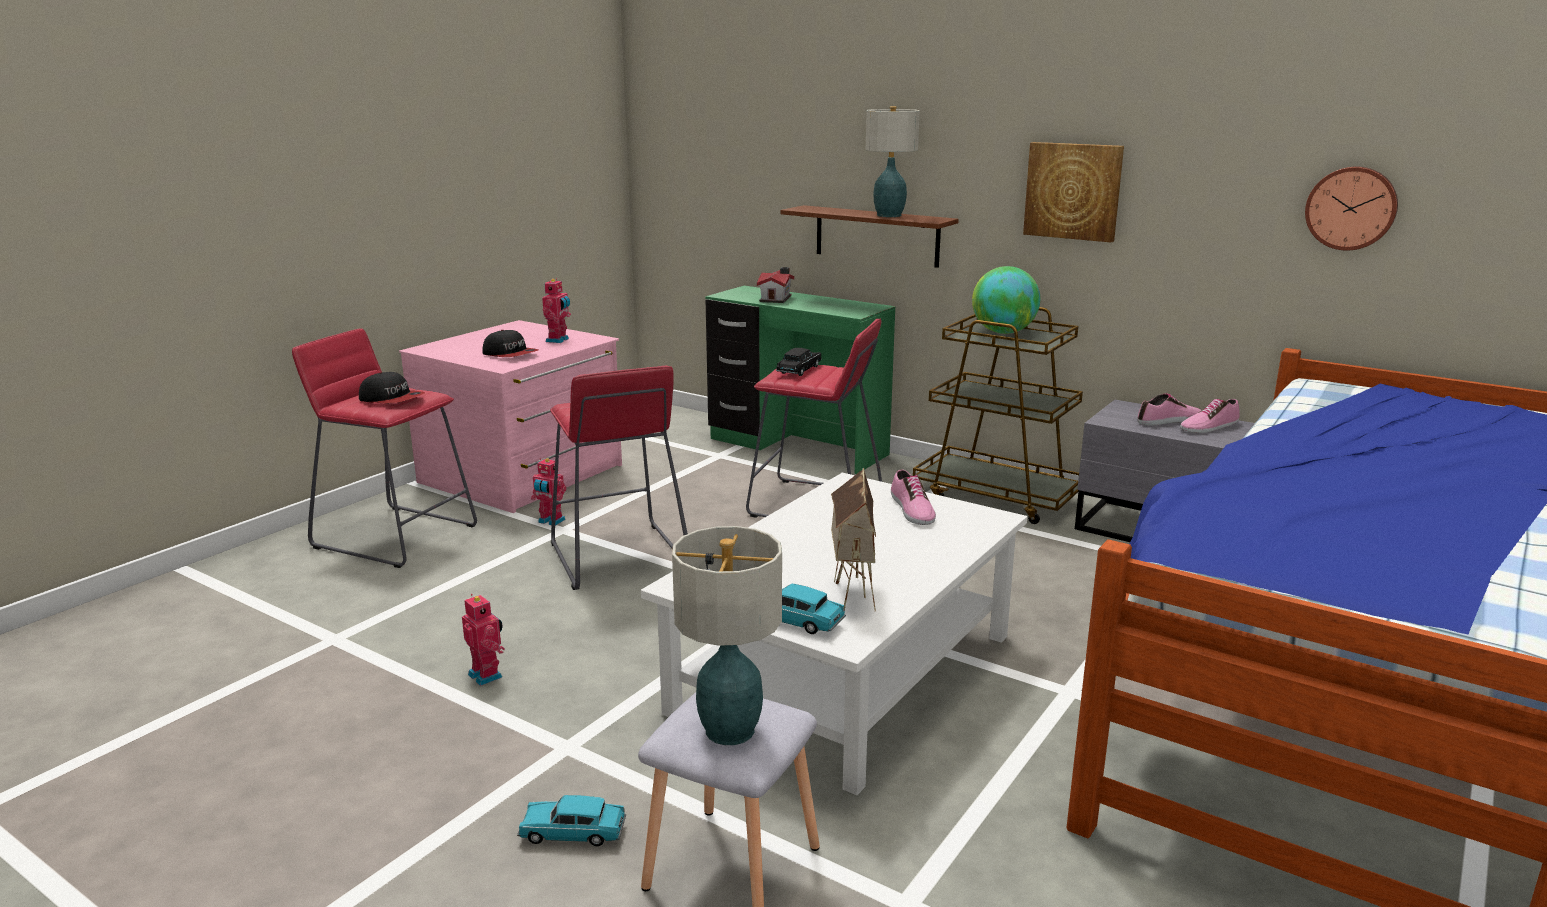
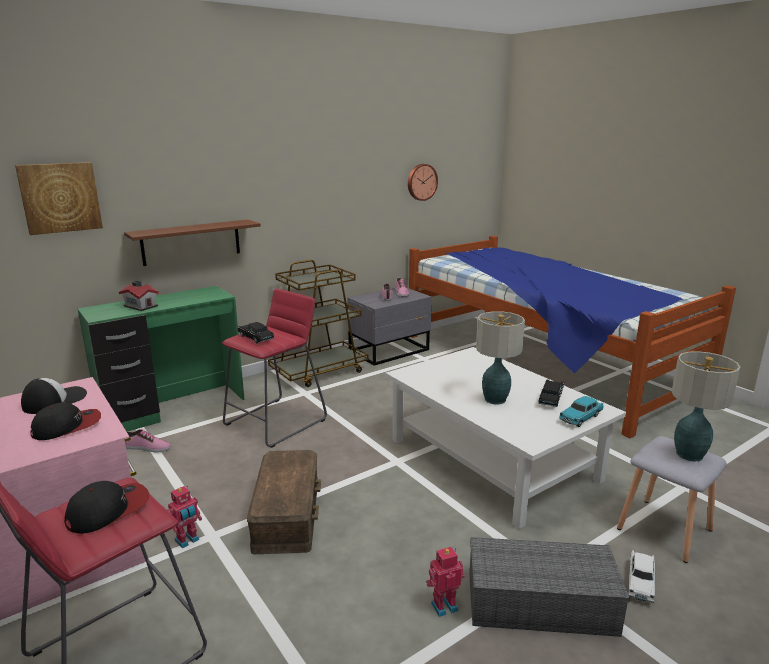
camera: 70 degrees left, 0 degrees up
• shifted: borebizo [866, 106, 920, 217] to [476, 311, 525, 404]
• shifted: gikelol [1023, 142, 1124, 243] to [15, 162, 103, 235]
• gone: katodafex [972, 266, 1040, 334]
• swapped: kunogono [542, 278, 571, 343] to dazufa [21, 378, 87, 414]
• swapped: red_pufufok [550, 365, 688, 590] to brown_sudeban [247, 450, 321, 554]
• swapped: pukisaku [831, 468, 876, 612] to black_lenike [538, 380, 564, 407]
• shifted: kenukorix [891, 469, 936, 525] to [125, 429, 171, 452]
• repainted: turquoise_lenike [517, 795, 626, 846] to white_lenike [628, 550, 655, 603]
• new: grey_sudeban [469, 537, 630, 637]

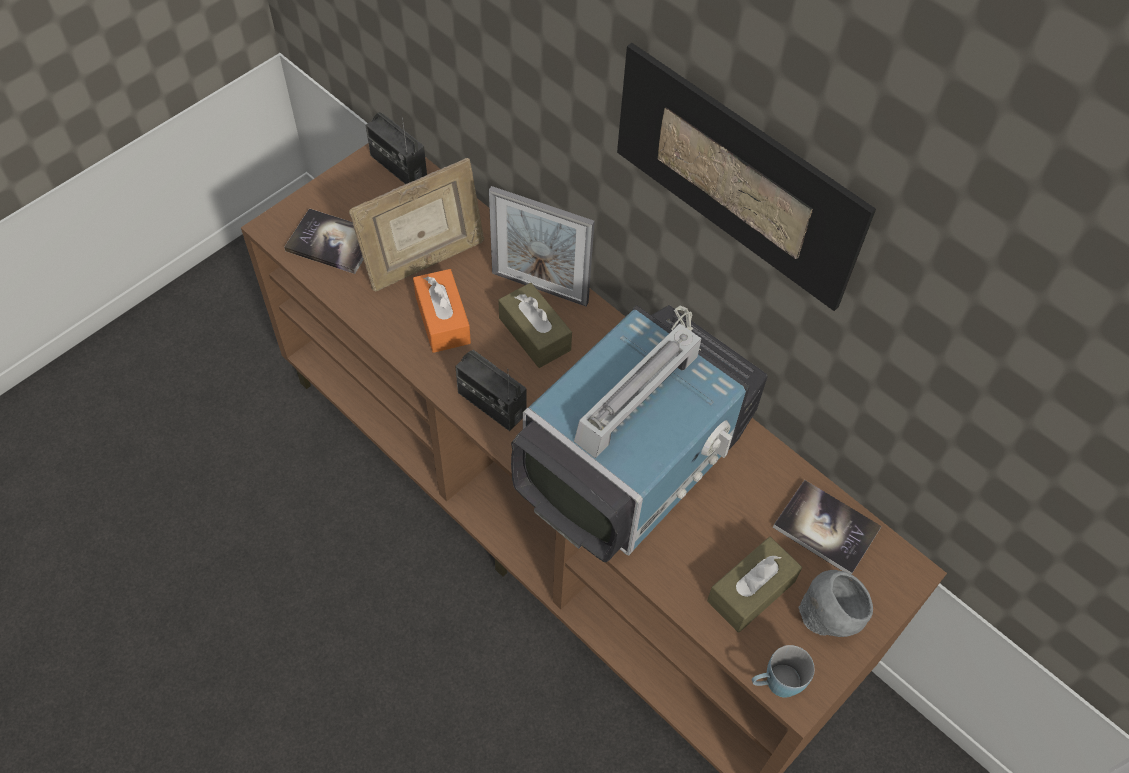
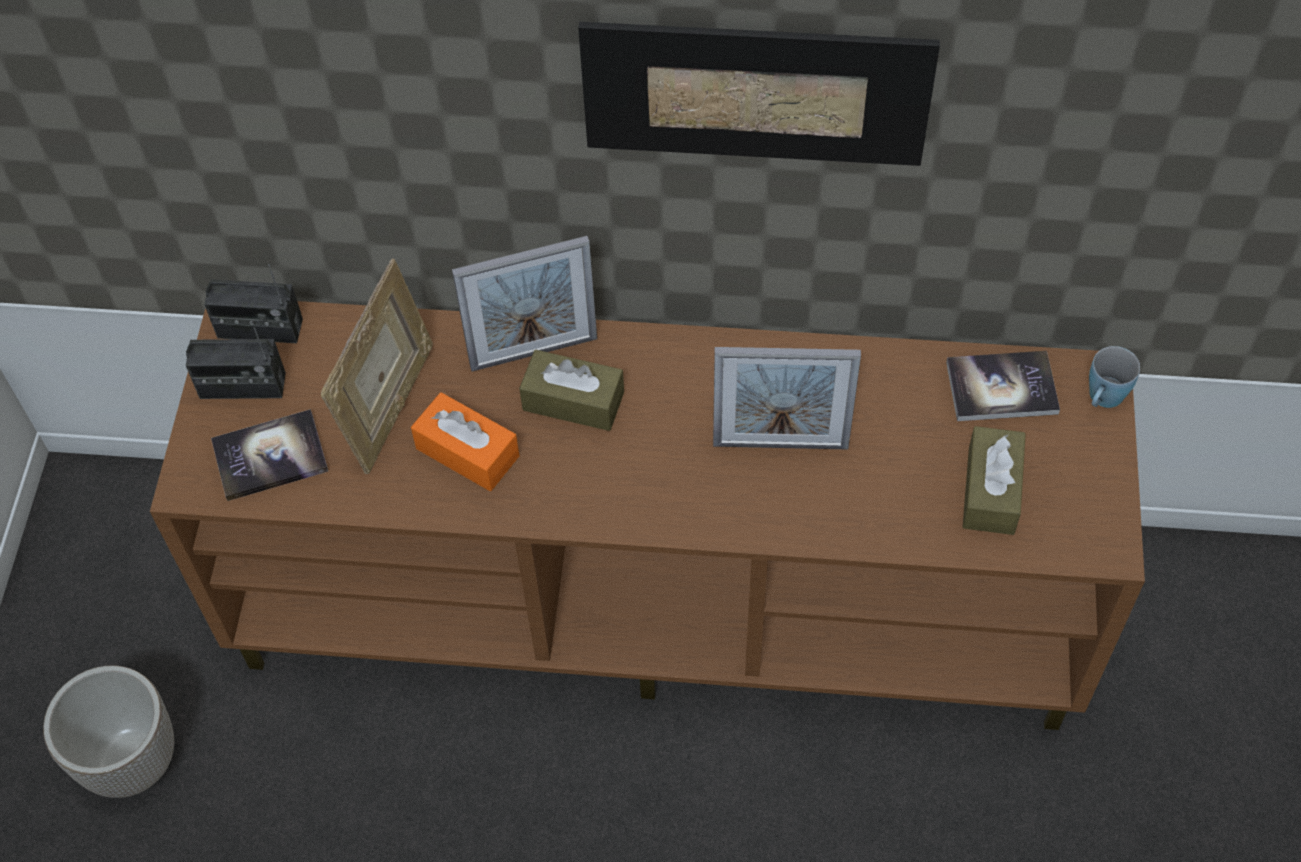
camera: 35 degrees left, 0 degrees up
• swapped: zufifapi [511, 305, 768, 562] to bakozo [713, 347, 861, 450]
• shifted: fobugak [455, 350, 527, 431] to [186, 321, 286, 399]
• gone: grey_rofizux [798, 570, 873, 637]
• shifted: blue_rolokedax [752, 645, 815, 698] to [1089, 346, 1140, 408]
• new: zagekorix [43, 665, 174, 798]

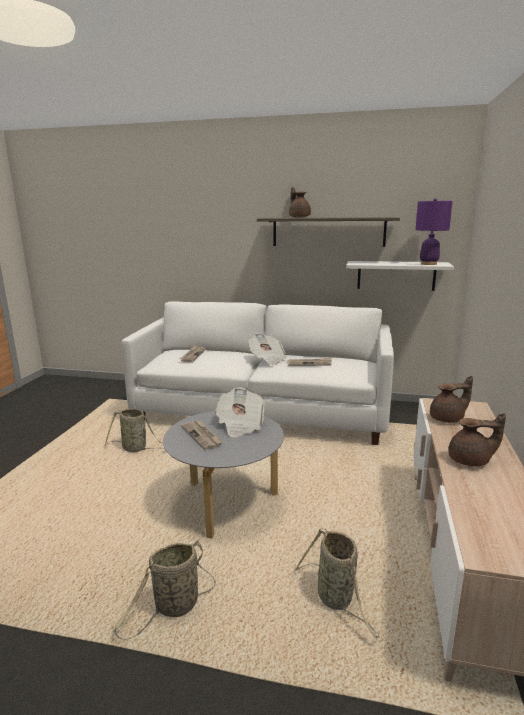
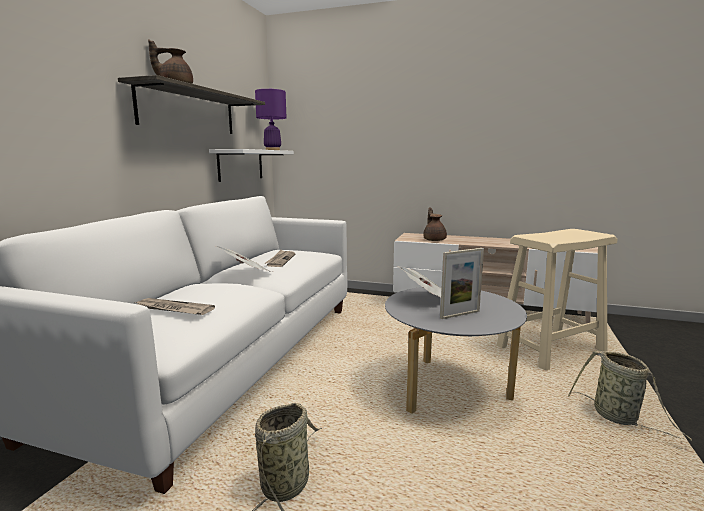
camera: 85 degrees left, 5 degrees down
• gone: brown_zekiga [448, 413, 506, 466]
• swapped: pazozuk [181, 420, 223, 450] to bakozo [440, 248, 484, 319]
• swapped: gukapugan [294, 529, 380, 639] to beige_pufufok [497, 229, 618, 371]

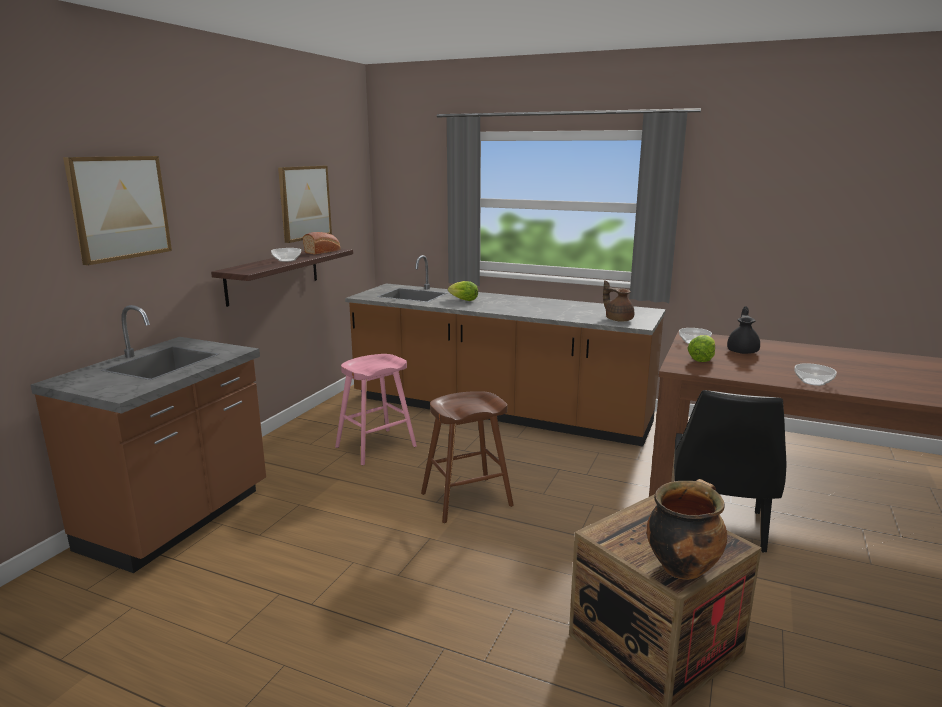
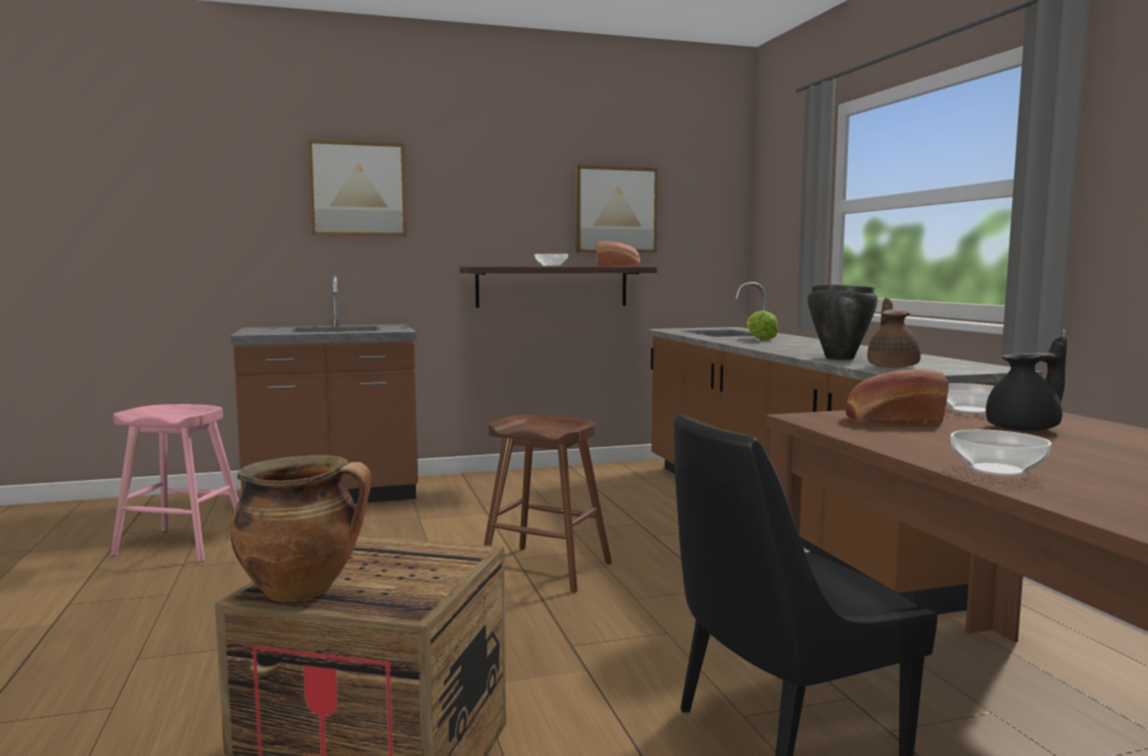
camera: 50 degrees right, 10 degrees down
• swapped: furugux [687, 335, 715, 362] to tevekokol [845, 369, 949, 423]
• shifted: pink_pufufok [335, 354, 417, 465] to [111, 404, 239, 562]
• new: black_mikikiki [808, 285, 878, 360]

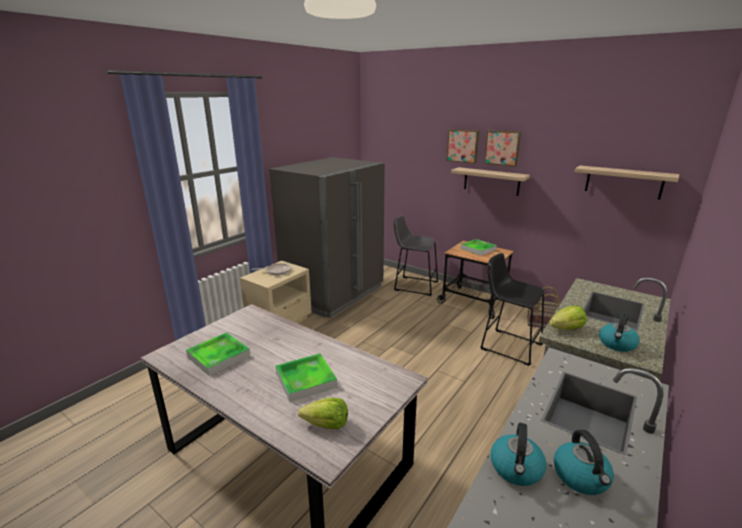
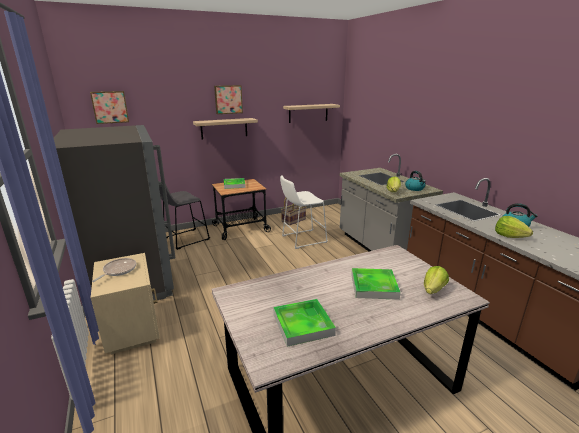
camera: 60 degrees left, 0 degrees up
• shifted: gikelol [446, 129, 479, 164] to [90, 91, 129, 124]
• repainted: black_pufufok [480, 253, 544, 366] to white_pufufok [280, 175, 328, 249]
• swapped: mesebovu [491, 423, 547, 486] to furugux [495, 216, 533, 238]

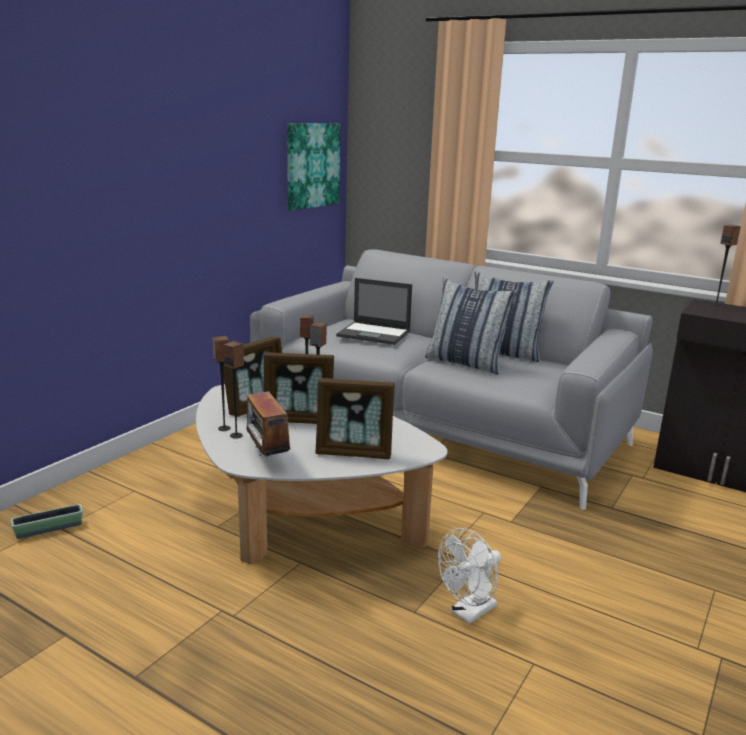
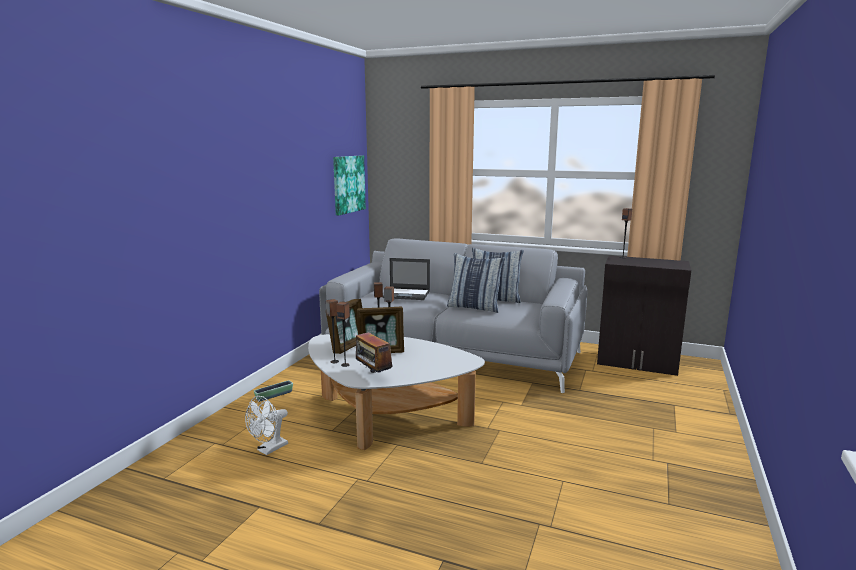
camera: 10 degrees left, 5 degrees down
• gone: bakozo [316, 378, 395, 459]
• shifted: zagekorix [11, 504, 83, 539] to [254, 380, 293, 402]
• shifted: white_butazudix [438, 528, 501, 624] to [245, 396, 288, 455]

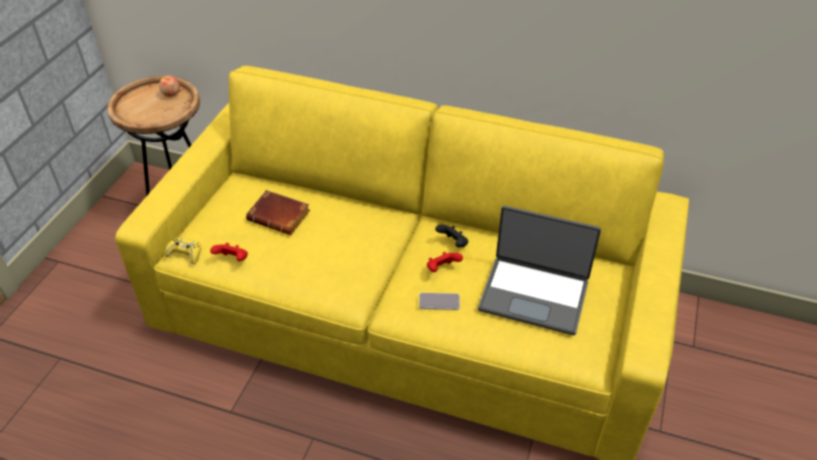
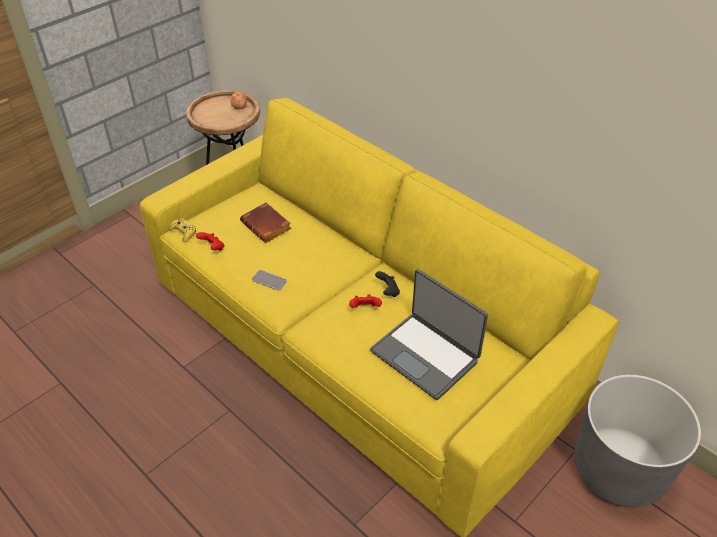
camera: 25 degrees right, 0 degrees up
• shifted: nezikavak [419, 293, 460, 310] to [252, 270, 287, 291]
• new: grey_zagekorix [575, 375, 701, 507]

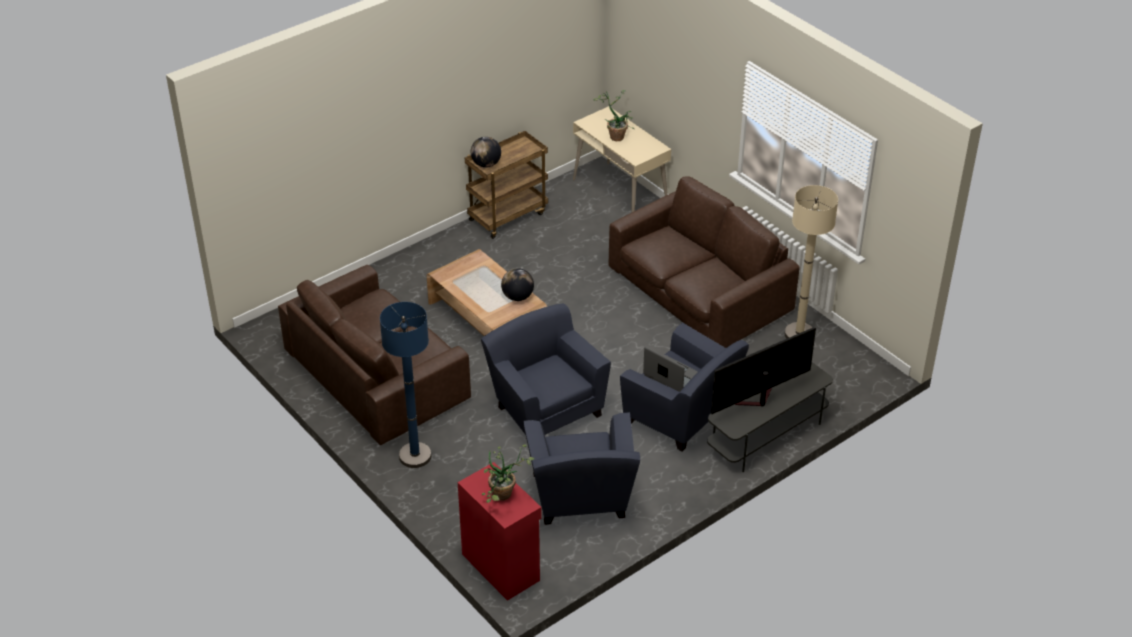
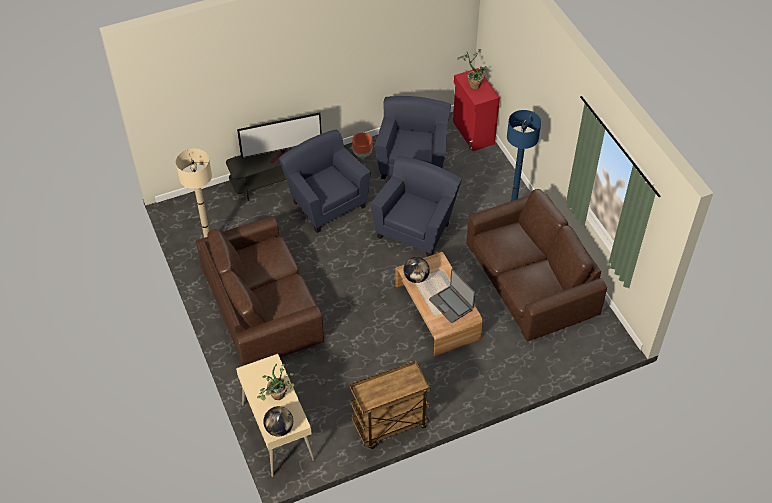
camera: 165 degrees left, 10 degrees up
• shifted: katodafex [471, 137, 501, 168] to [263, 406, 293, 436]
• rotated: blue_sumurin [481, 304, 611, 435] = [371, 156, 462, 257] 135 degrees counterclockwise
• shifted: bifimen [643, 347, 698, 392] to [429, 269, 475, 323]
• new: brown_zagekorix [352, 132, 372, 158]

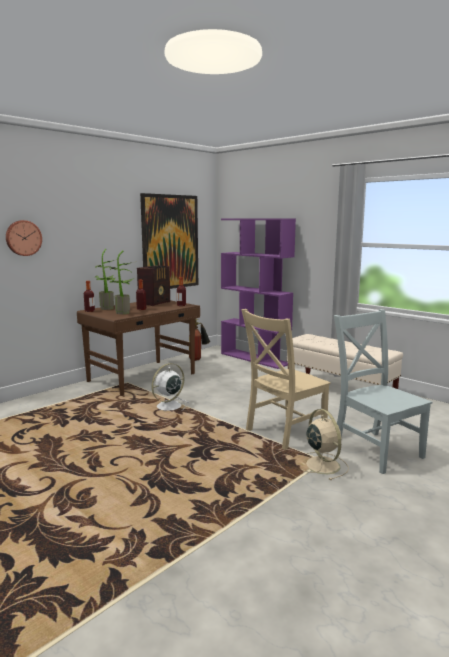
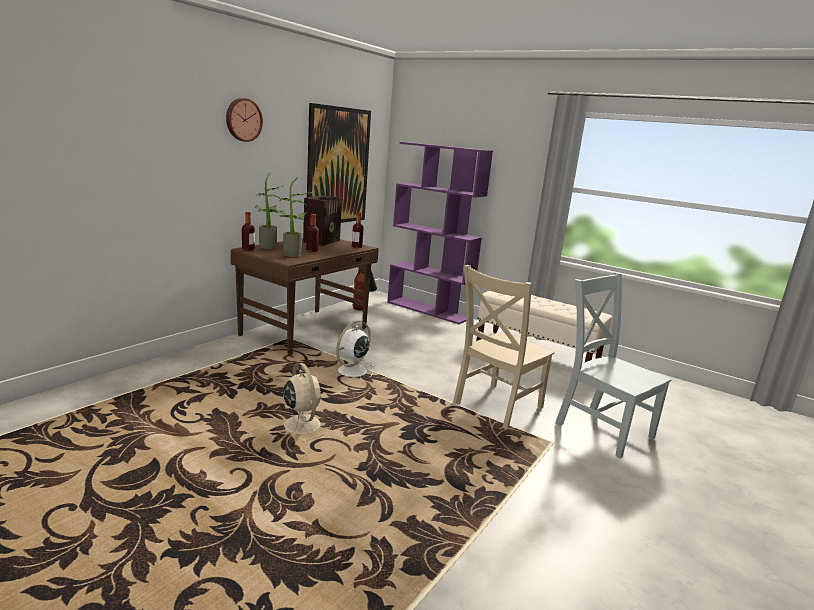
camera: 10 degrees left, 5 degrees up
• shifted: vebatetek [6, 220, 42, 256] to [226, 98, 263, 142]
• shifted: beige_butazudix [303, 409, 349, 480] to [275, 363, 331, 442]

